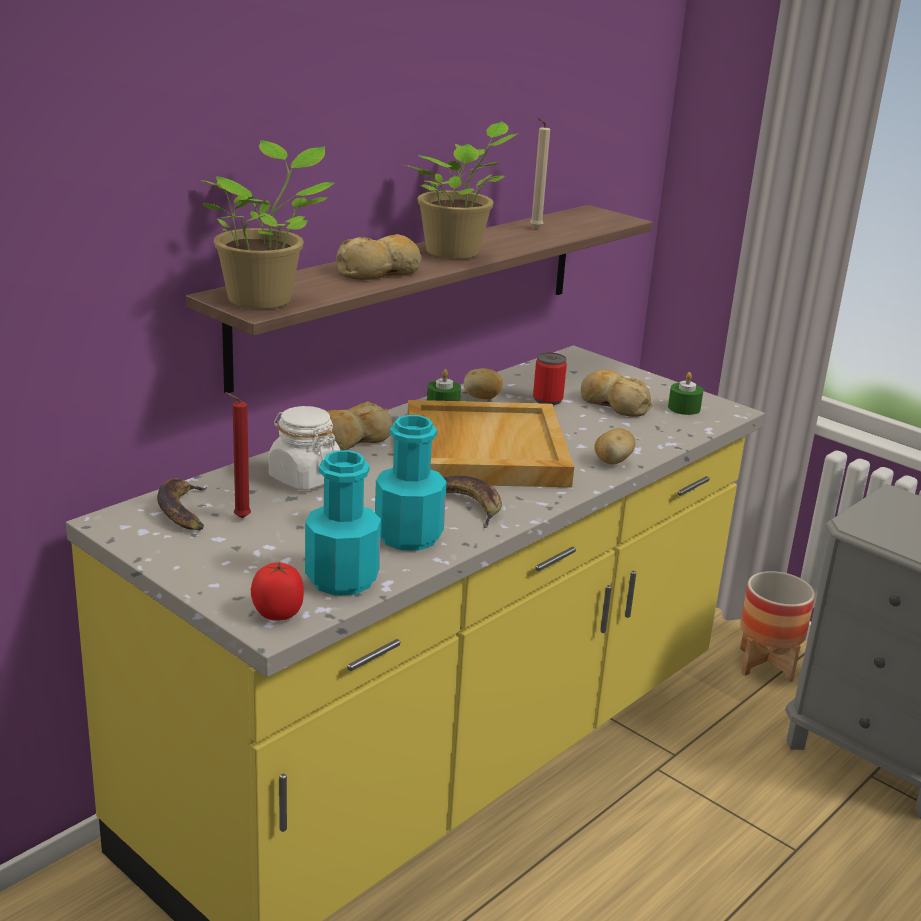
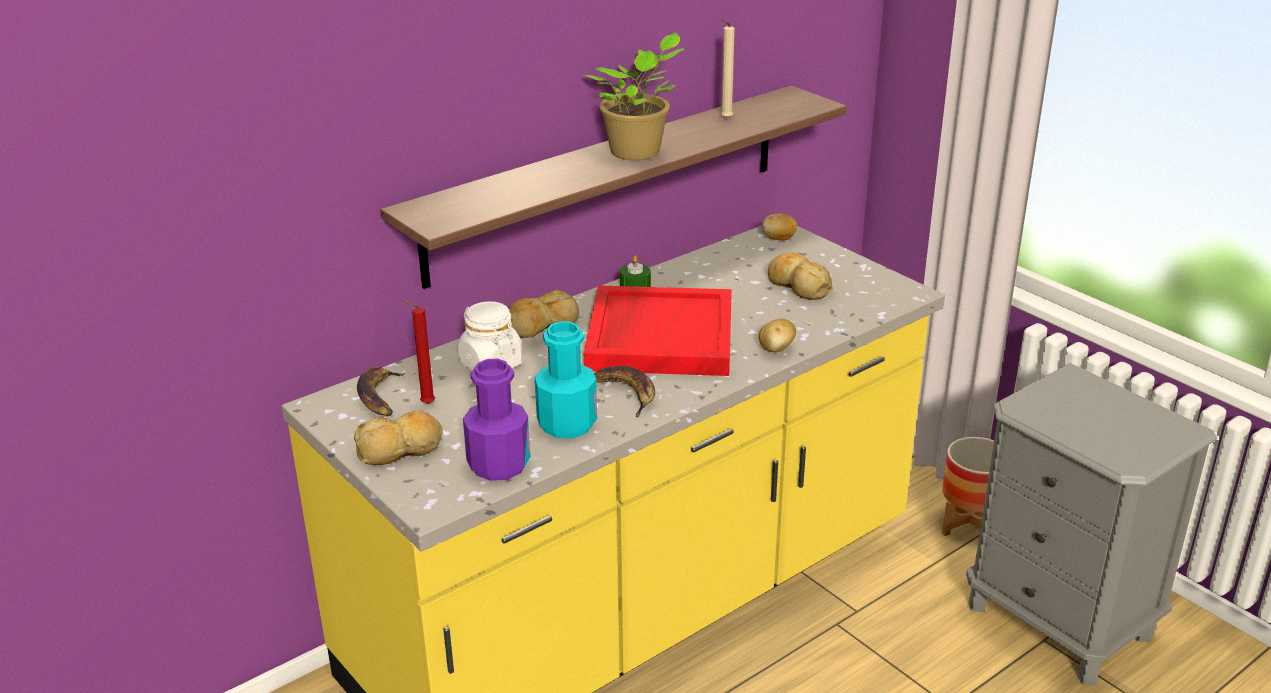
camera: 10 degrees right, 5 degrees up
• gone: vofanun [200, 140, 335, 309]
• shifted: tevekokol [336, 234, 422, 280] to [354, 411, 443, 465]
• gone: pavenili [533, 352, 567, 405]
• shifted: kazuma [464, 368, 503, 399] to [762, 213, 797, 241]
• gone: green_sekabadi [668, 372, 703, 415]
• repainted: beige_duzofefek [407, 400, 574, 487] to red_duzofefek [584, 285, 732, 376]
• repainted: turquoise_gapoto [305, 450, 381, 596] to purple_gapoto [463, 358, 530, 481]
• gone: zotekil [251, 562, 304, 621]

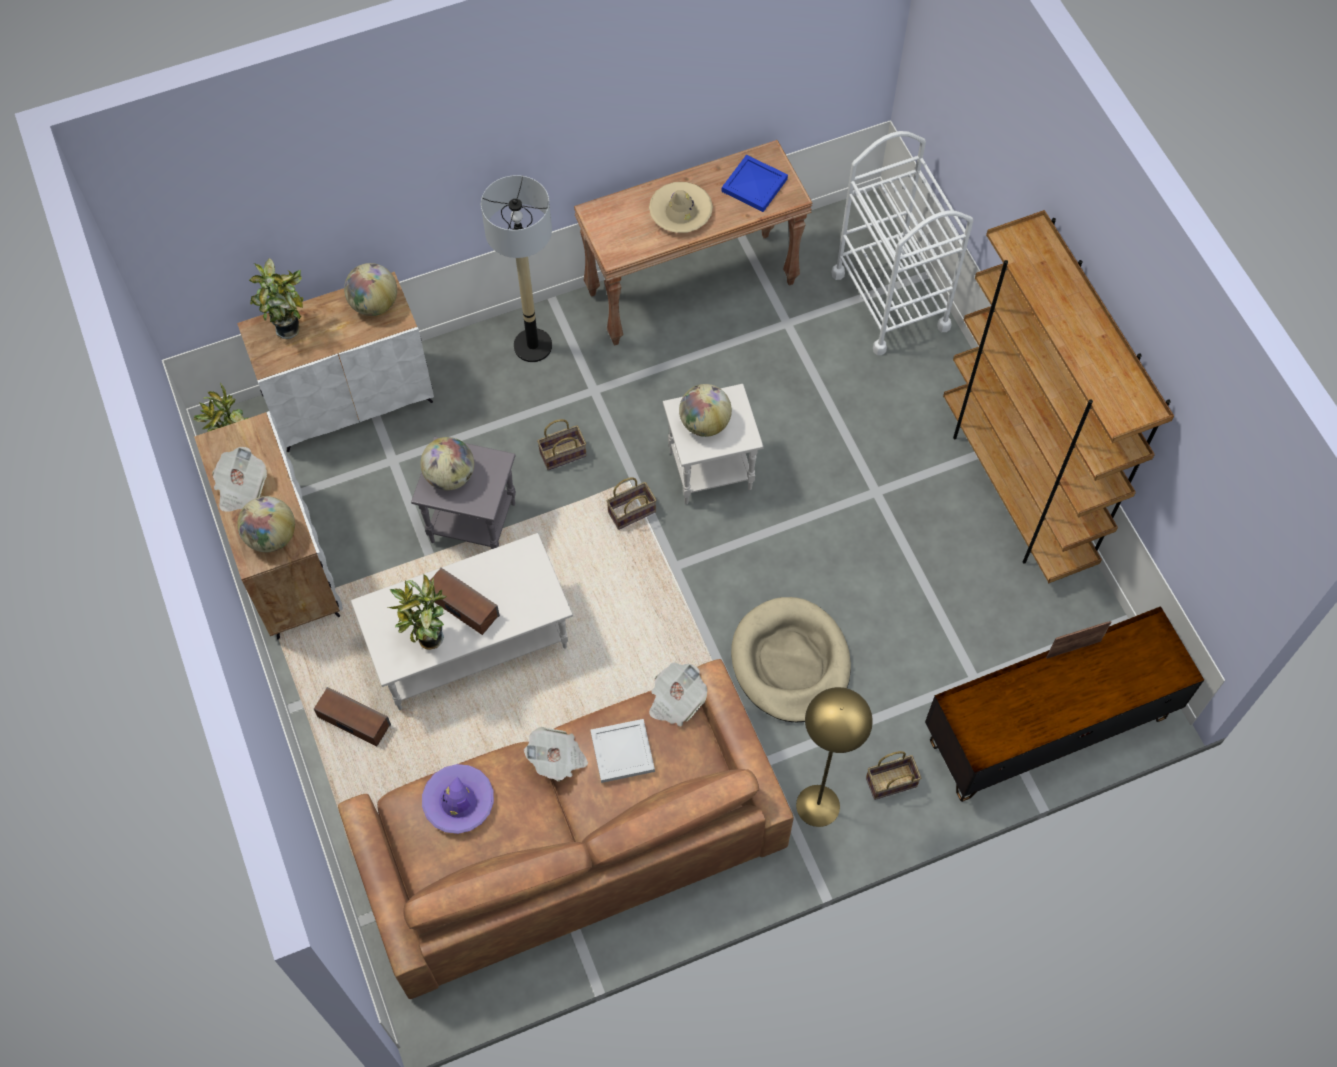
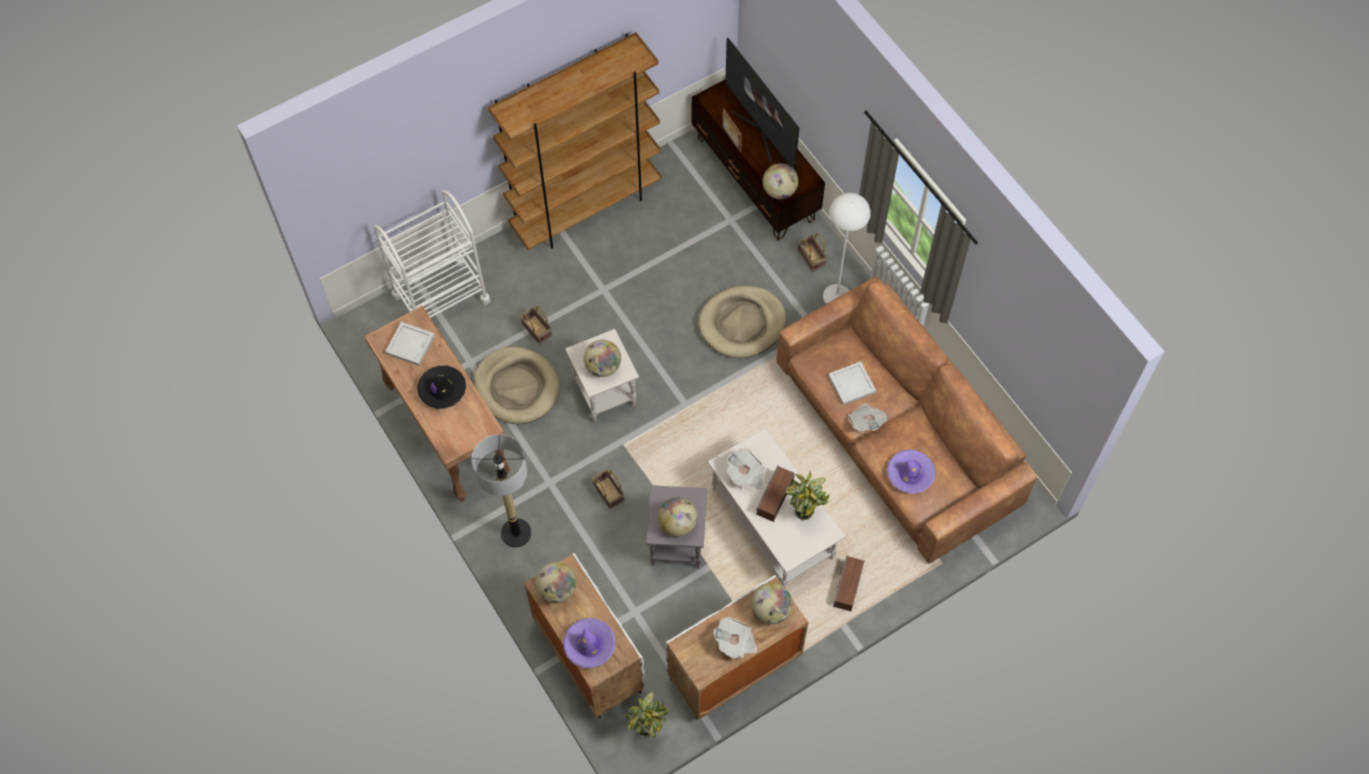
camera: 100 degrees left, 0 degrees up
• repainted: blue_duzofefek [721, 155, 788, 212] to white_duzofefek [385, 322, 435, 366]
• repainted: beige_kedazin [649, 182, 713, 233] to black_kedazin [417, 366, 466, 409]
• swapped: vofanun [249, 258, 303, 339] to purple_kedazin [563, 618, 616, 668]
• shifted: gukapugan [607, 477, 657, 530] to [520, 306, 552, 345]
• shifted: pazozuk [649, 662, 707, 726] to [727, 448, 765, 490]
• repainted: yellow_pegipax [796, 687, 873, 827] to white_pegipax [823, 193, 871, 304]
• new: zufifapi [725, 38, 799, 170]
• new: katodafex [763, 163, 798, 199]
• new: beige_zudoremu [474, 346, 560, 424]

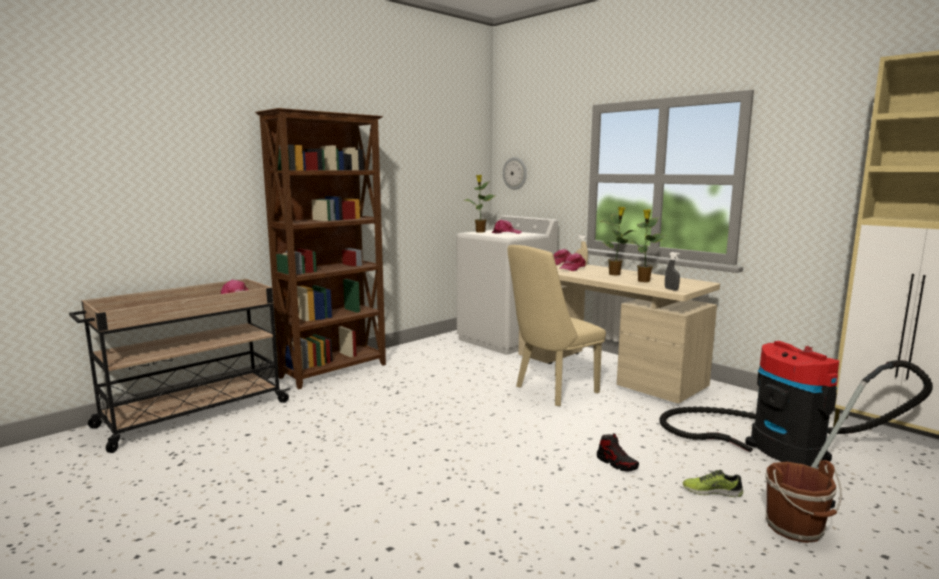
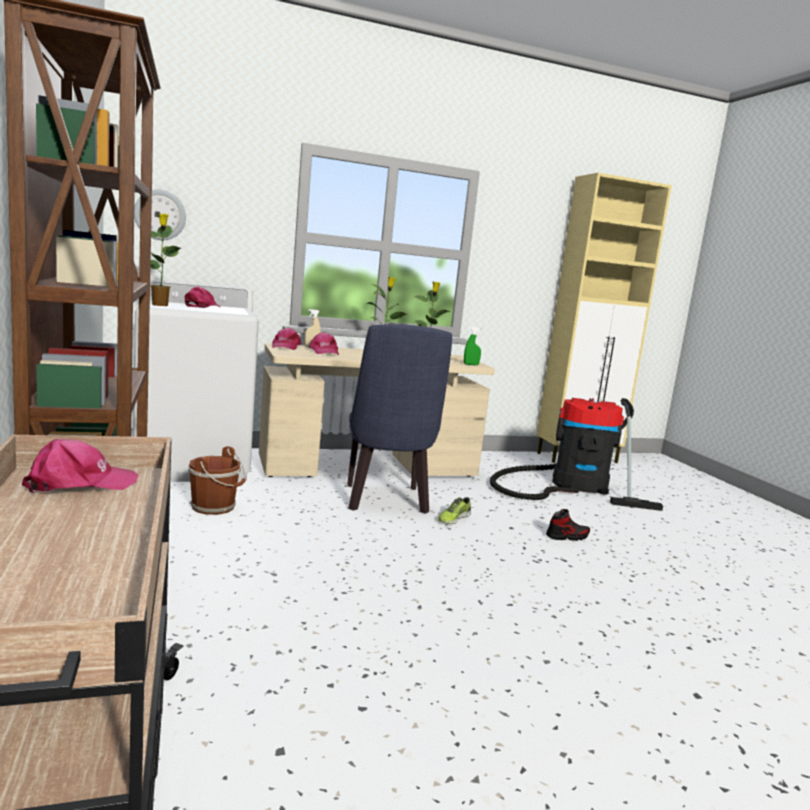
camera: 65 degrees left, 0 degrees up
• repainted: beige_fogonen [507, 245, 606, 406] to blue_fogonen [347, 324, 452, 513]
• repainted: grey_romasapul [665, 252, 680, 290] to green_romasapul [464, 327, 482, 365]
• shifted: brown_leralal [766, 460, 842, 543] to [188, 446, 246, 515]
• shifted: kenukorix [683, 470, 743, 497] to [438, 497, 471, 524]

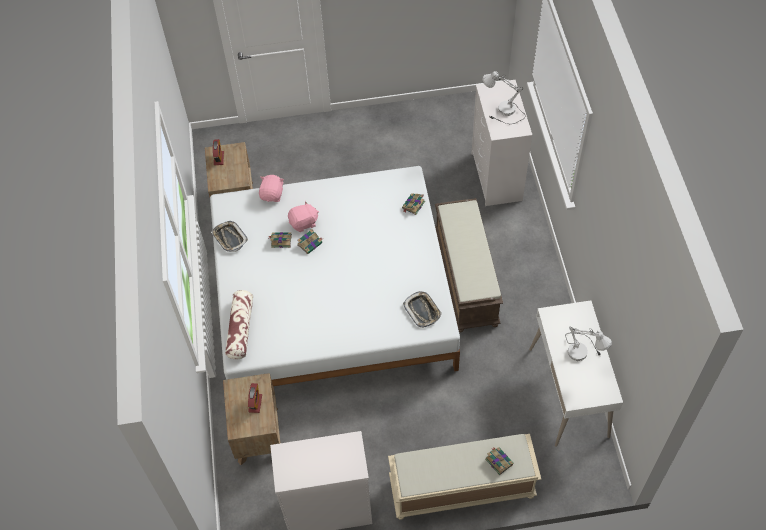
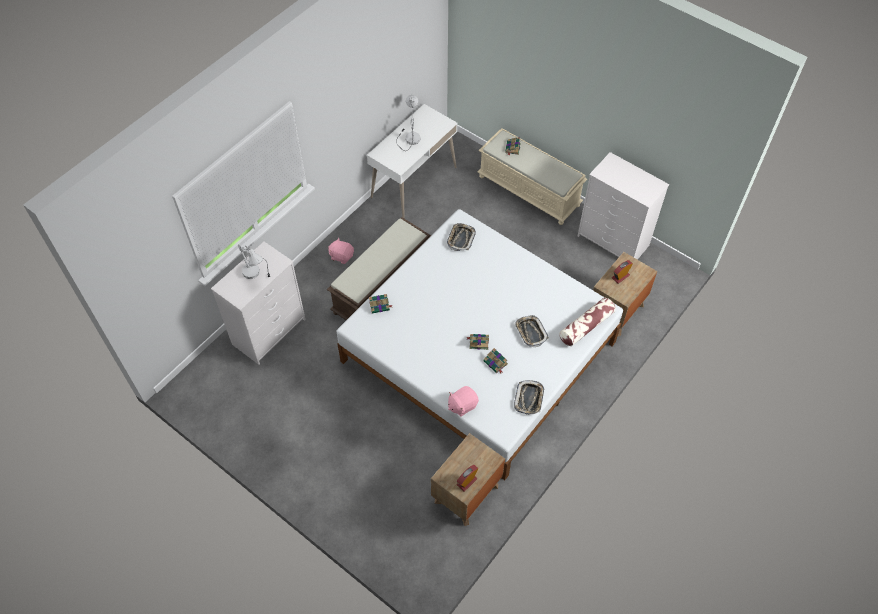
camera: 135 degrees left, 0 degrees up
• shifted: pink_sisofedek [288, 201, 319, 232] to [328, 238, 354, 264]
• new: duzofefek [515, 315, 549, 347]

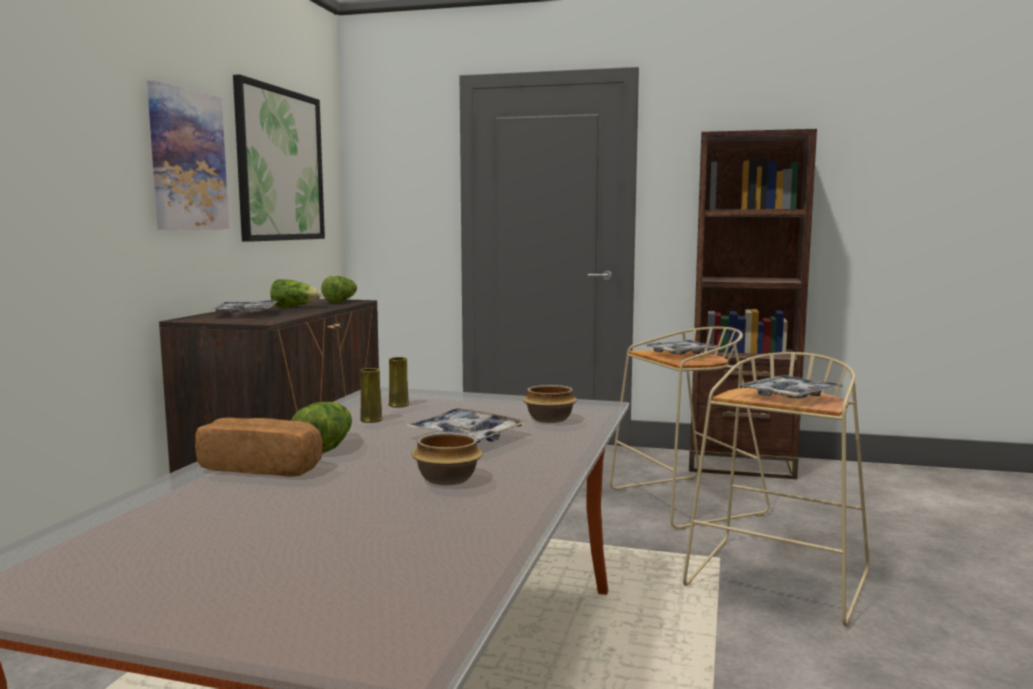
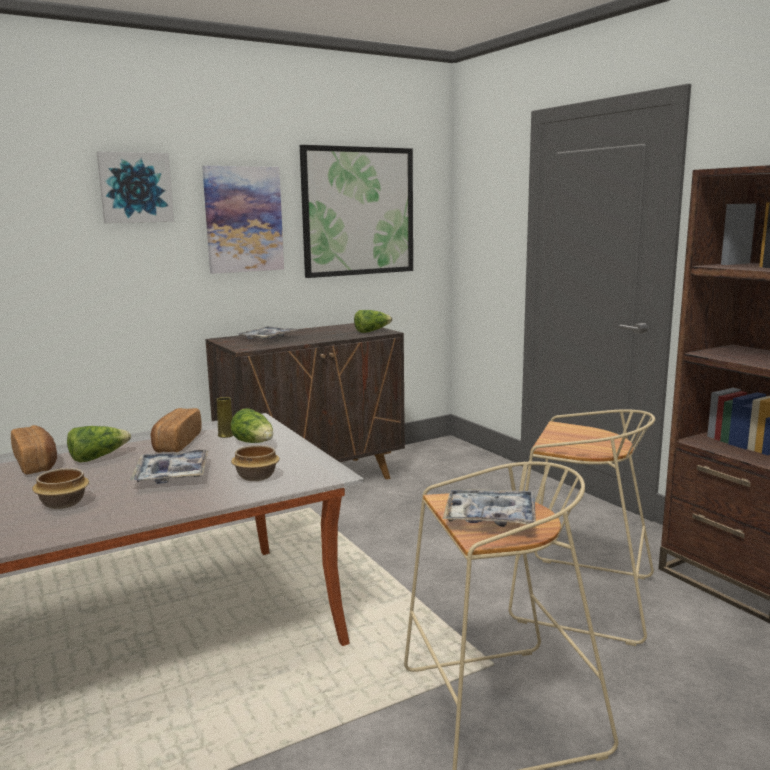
camera: 45 degrees right, 5 degrees up
• shifted: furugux [270, 279, 321, 308] to [231, 408, 273, 443]
• gone: duzofefek [646, 340, 720, 354]
• swapped: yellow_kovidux [360, 368, 383, 423] to tevekokol [151, 408, 202, 453]
• new: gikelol [97, 151, 174, 223]

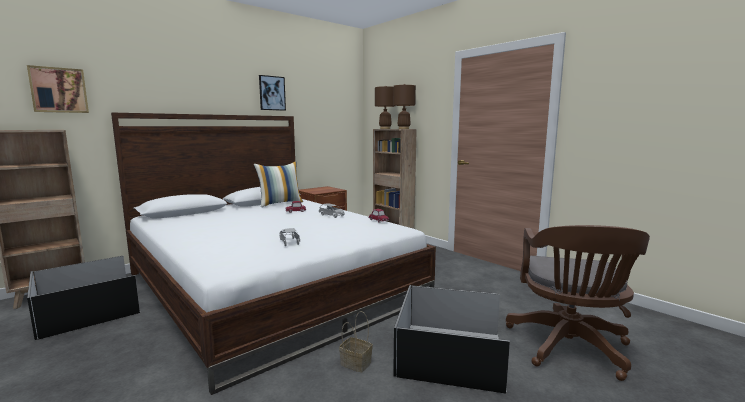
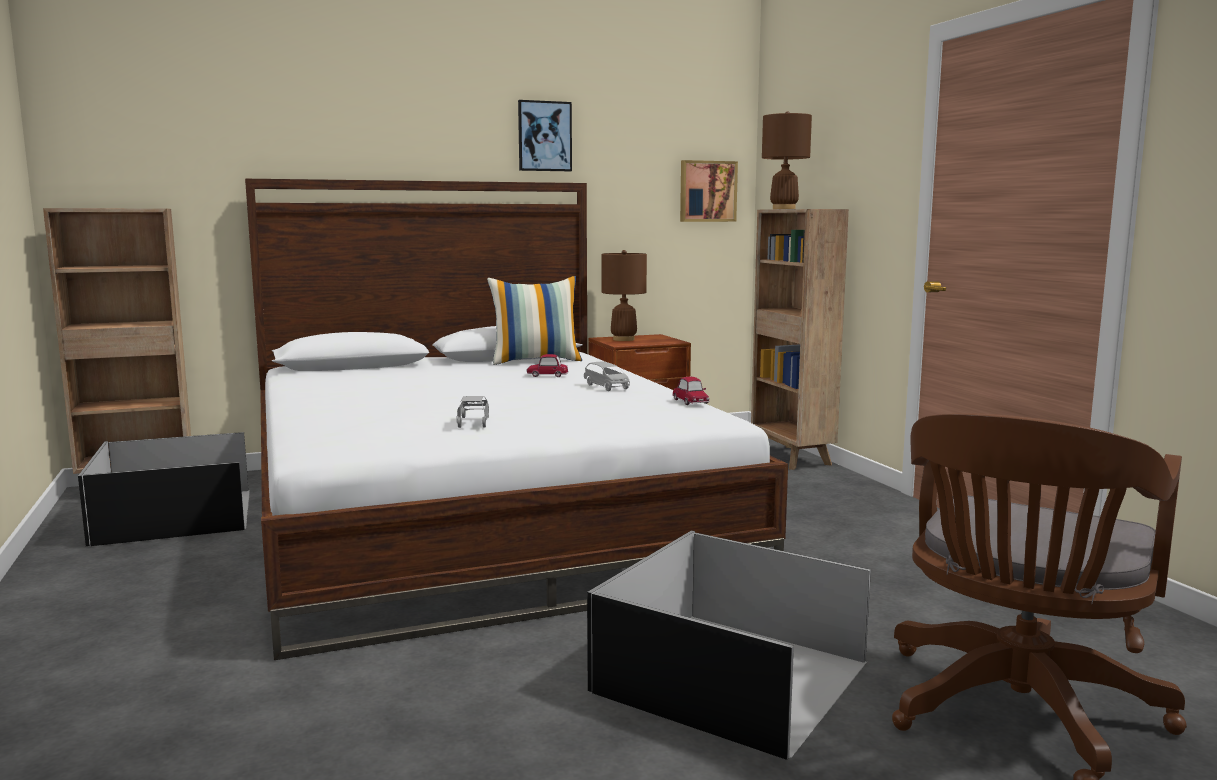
camera: 20 degrees right, 0 degrees up
• shifted: gikelol [27, 65, 89, 113] to [680, 160, 738, 222]
• shifted: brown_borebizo [393, 84, 416, 129] to [602, 250, 647, 341]
• gone: gukapugan [339, 311, 373, 373]

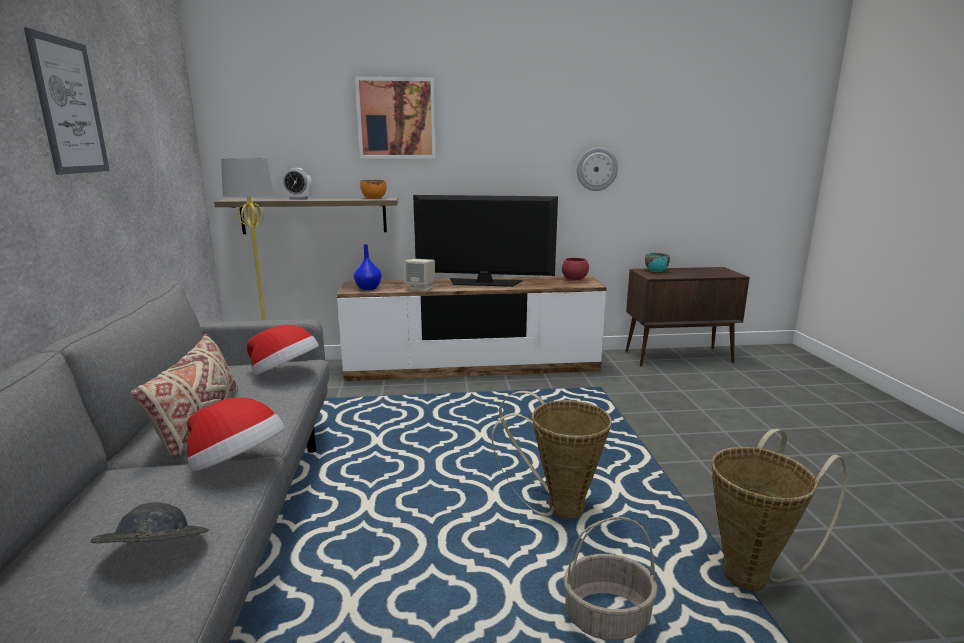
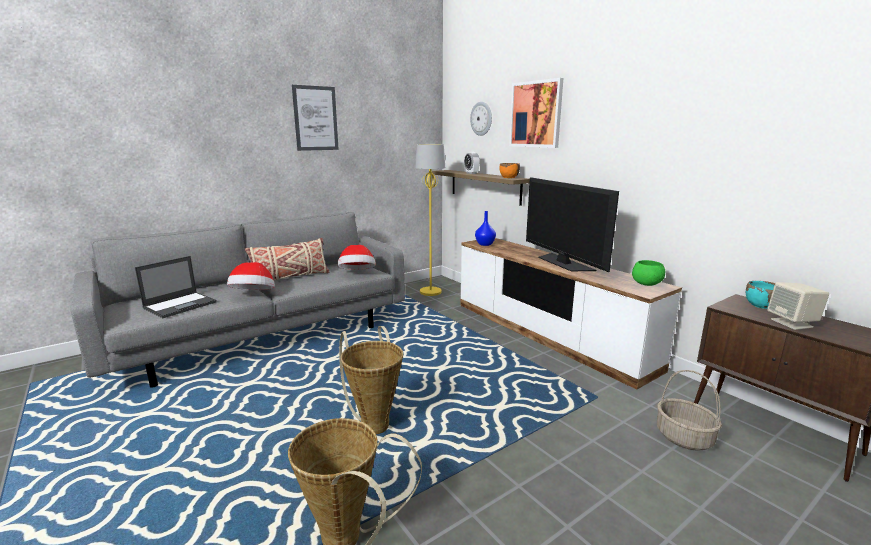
camera: 60 degrees right, 0 degrees up
• shifted: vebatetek [577, 147, 618, 191] to [470, 102, 492, 136]
• repainted: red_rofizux [562, 258, 589, 280] to green_rofizux [632, 260, 665, 286]
• shifted: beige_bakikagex [405, 259, 435, 291] to [767, 282, 829, 330]
• swapped: grey_kedazin [90, 502, 209, 543] to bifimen [135, 256, 217, 318]
• shifted: gukapugan [564, 517, 658, 641] to [657, 370, 722, 451]

